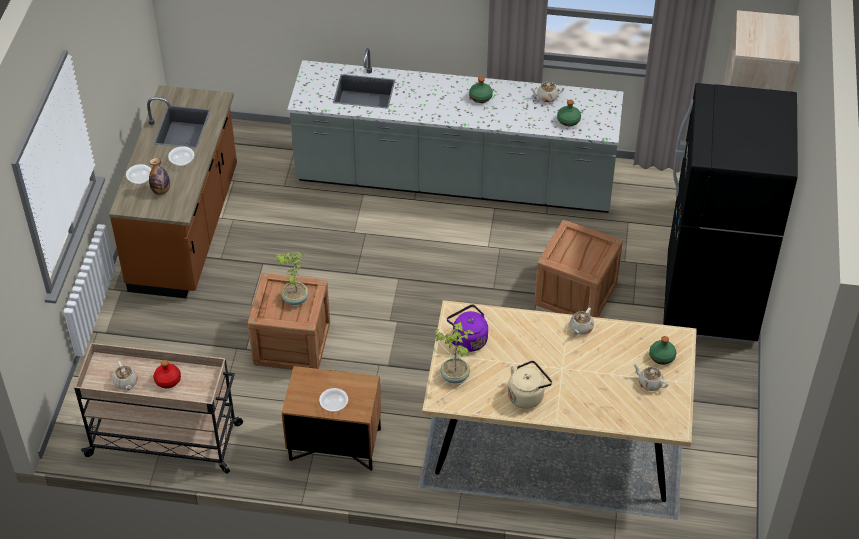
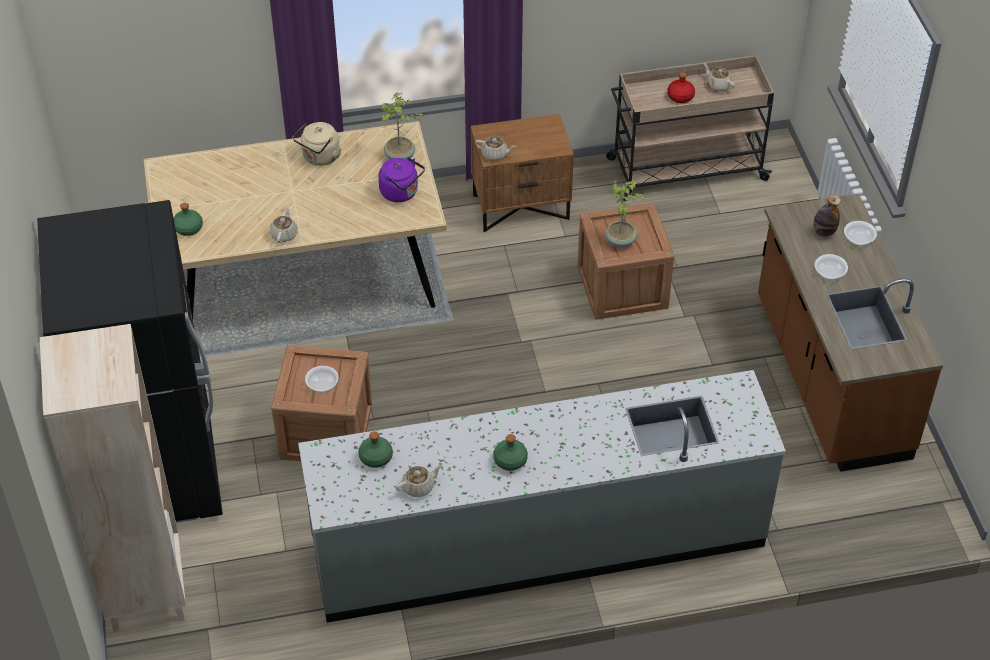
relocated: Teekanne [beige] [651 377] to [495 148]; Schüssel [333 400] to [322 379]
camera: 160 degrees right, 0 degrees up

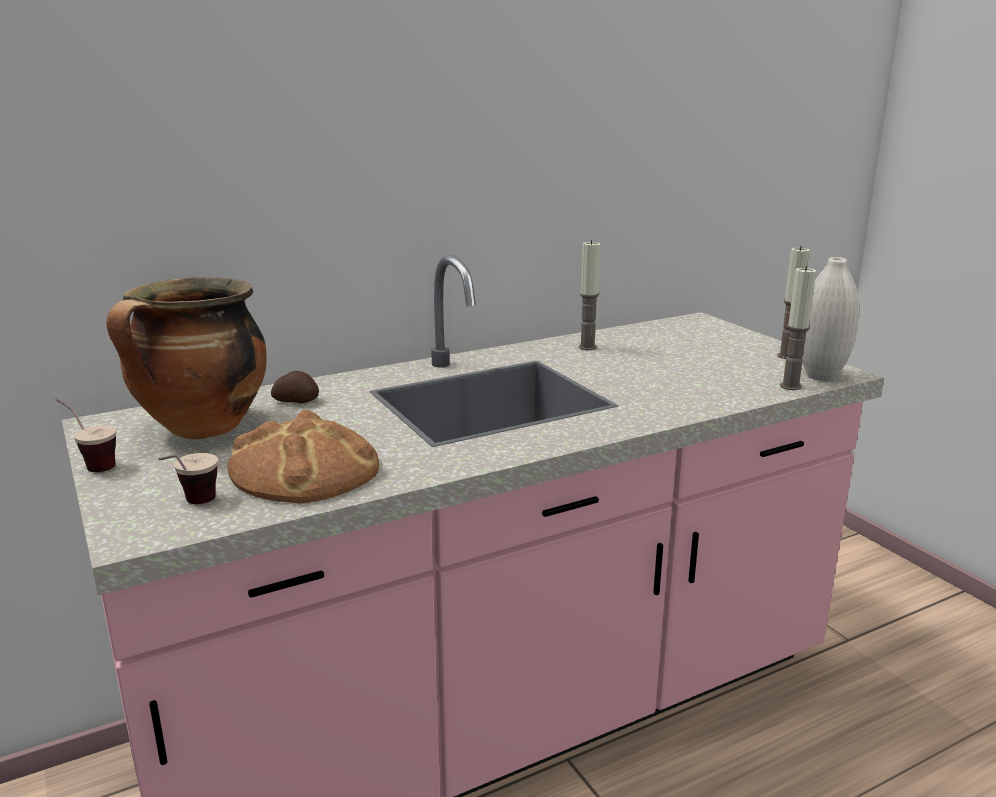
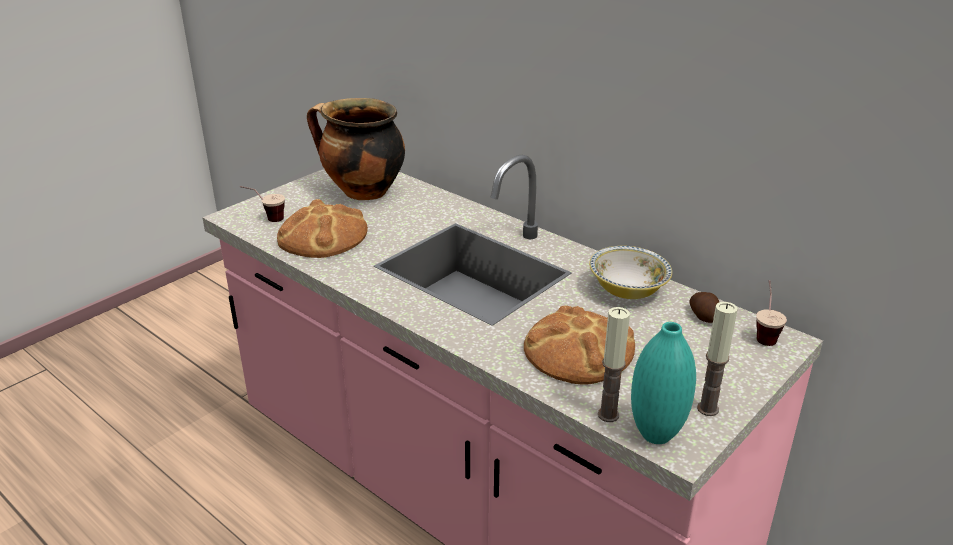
appeared: Brot [579 344]
relocated: Kartoffel [295 387] to [704 307]; Tasse [85 435] to [771 313]
exchanged: Kerze [589 295] to Schüssel [630 272]
colour: Vase [weiß] [830 319] to Vase [türkis] [663 383]
camera: 70 degrees right, 10 degrees up

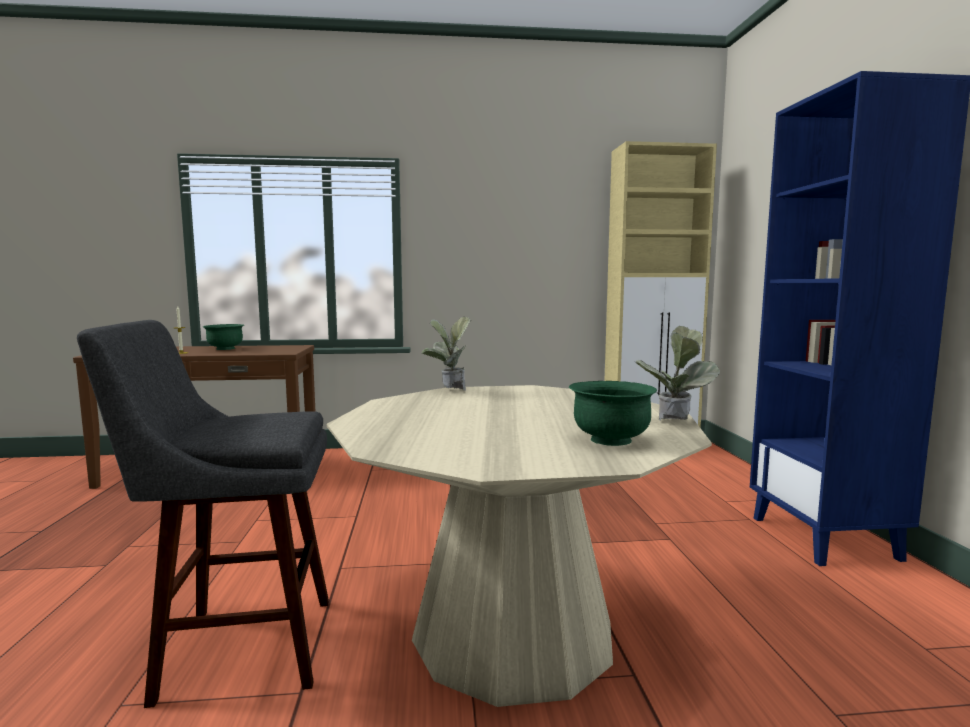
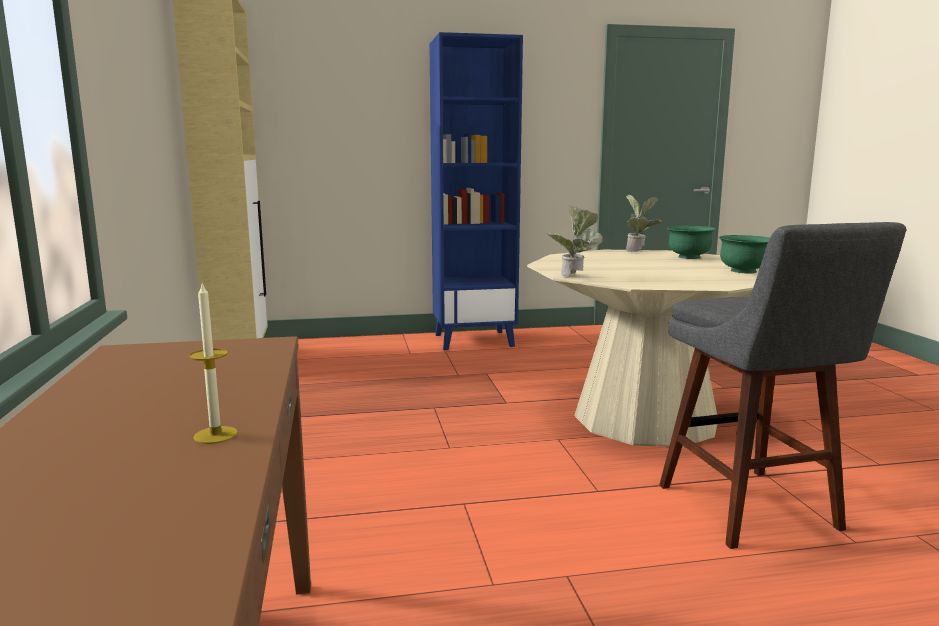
relocated: Schüssel [grün] [223 337] to [744 254]
camera: 95 degrees left, 5 degrees up

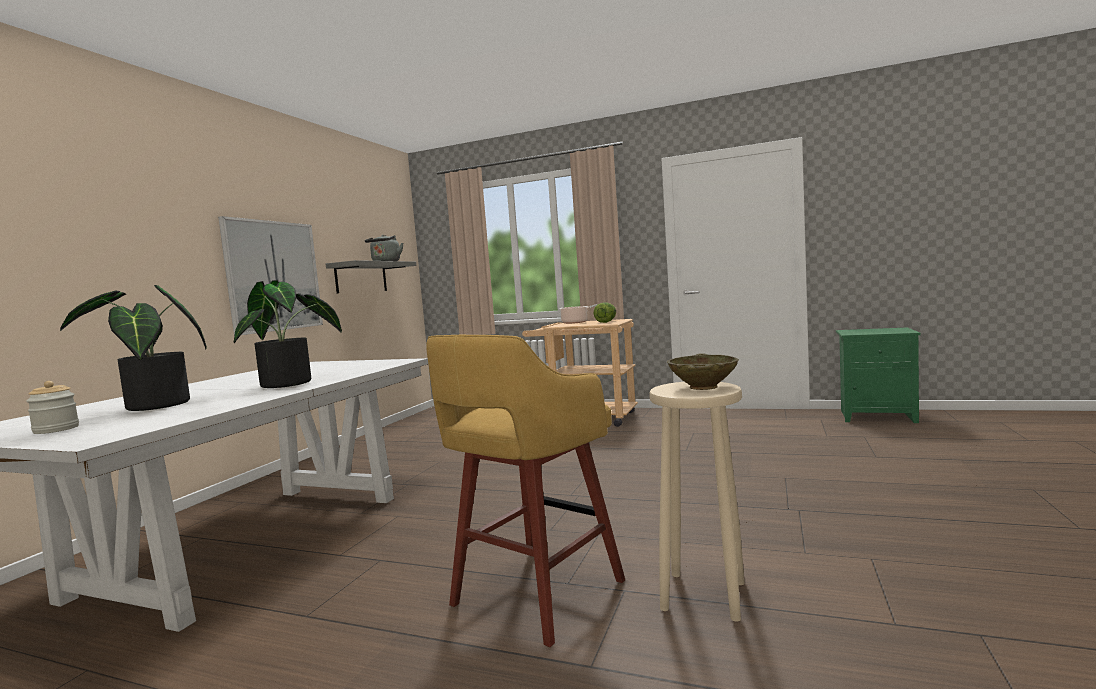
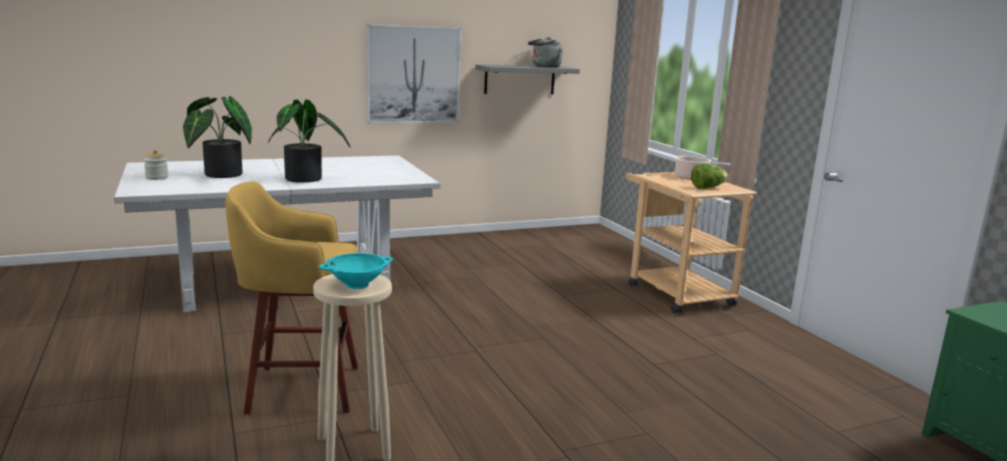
colour: Schüssel [beige] [703 371] to Schüssel [türkis] [356 271]
camera: 45 degrees right, 10 degrees up

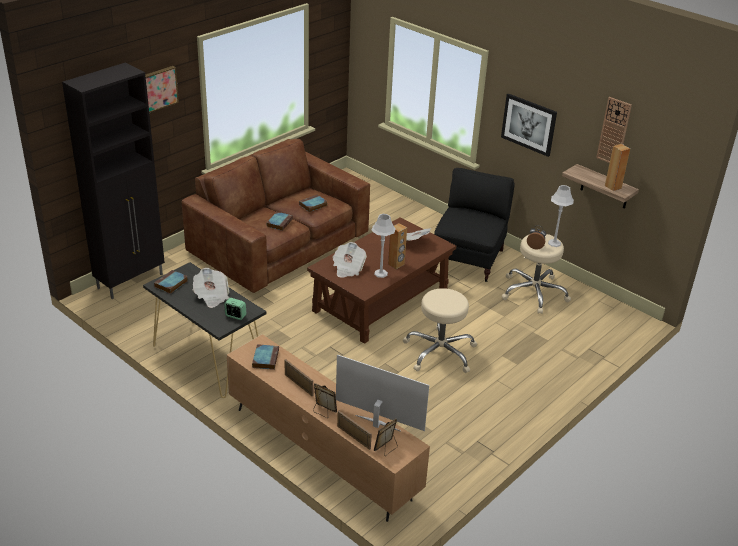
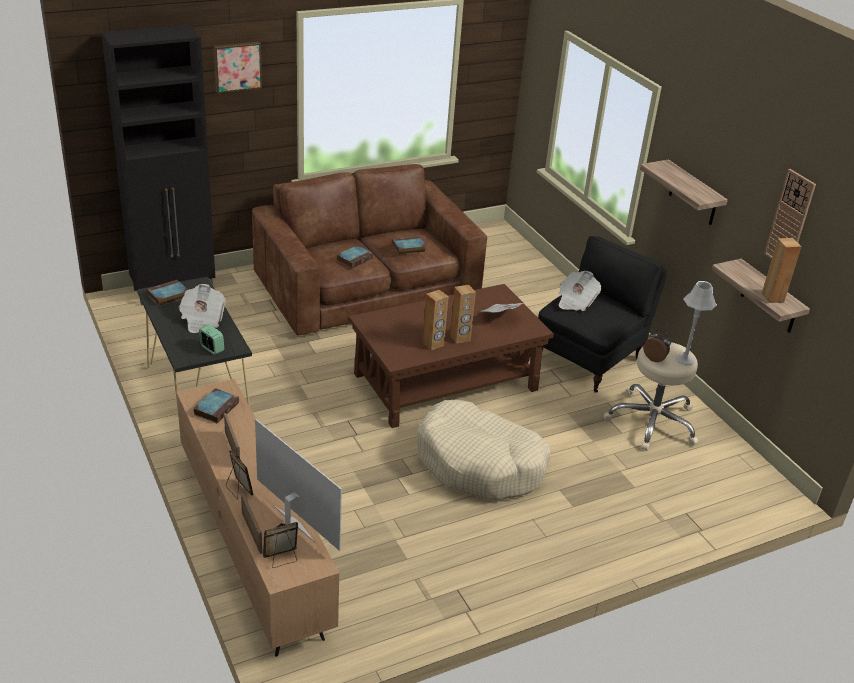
relocated: Zeitung [349 260] to [579 291]
exchanged: Bild [529 125] to Wandregal [684 192]; Tischlampe [grau] [383 246] to Lautsprecher [braun] [435 320]; Hocker [beige] [440 330] to Hundebett [beige] [484 450]
camera: 20 degrees right, 0 degrees up

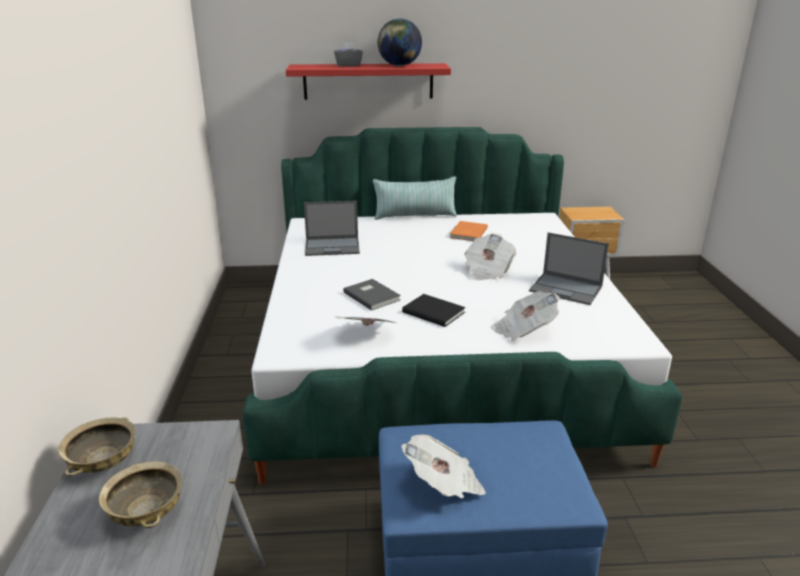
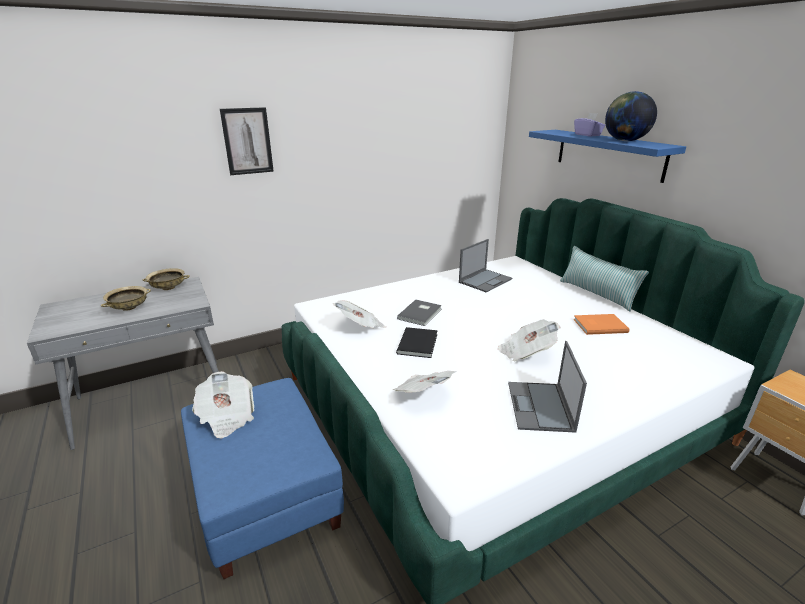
appeared: Bild [247 141]
colour: Taschentuchbox [grau] [348 54] to Taschentuchbox [lila] [589 124]; Wandregal [rot] [368 81] to Wandregal [blau] [607 156]
spun: Laptop [332 228] = [485 265] 105 degrees counterclockwise
camera: 65 degrees right, 0 degrees up

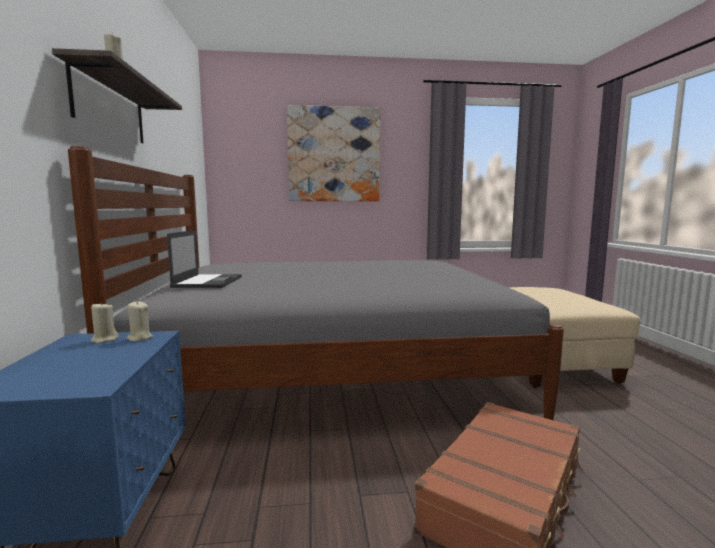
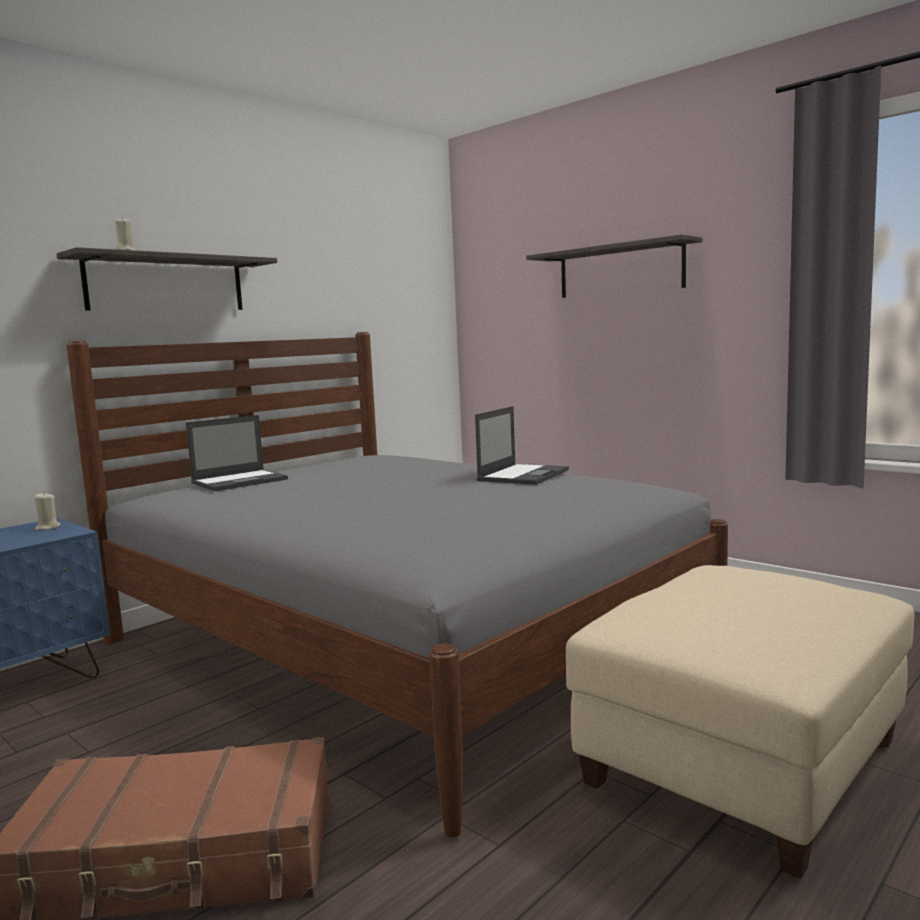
missing: Kerze [beige] [139 321]
appeared: Laptop [522 445]
exchanged: Bild [333 153] to Wandregal [614 266]
camera: 50 degrees right, 0 degrees up

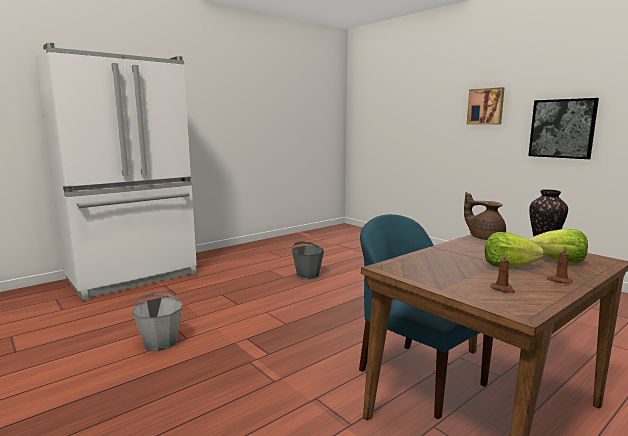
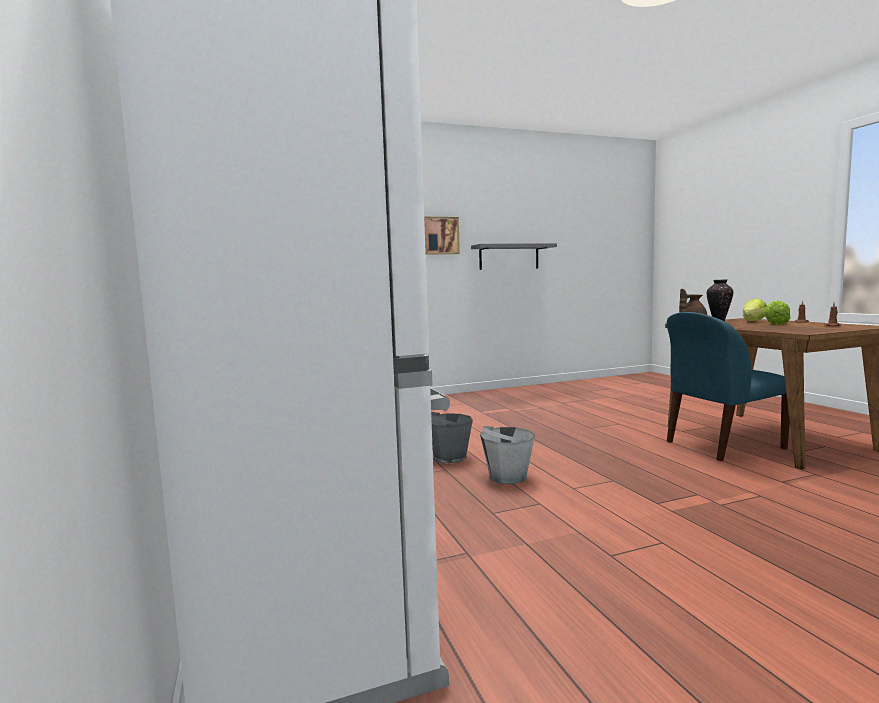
relocated: Eimer [grau] [157 321] to [507 455]
exchanged: Bild [563 128] to Wandregal [grau] [514 256]
camera: 70 degrees left, 5 degrees down

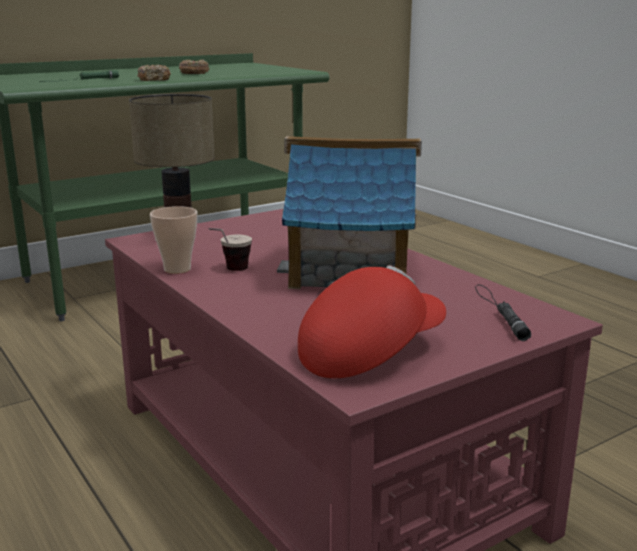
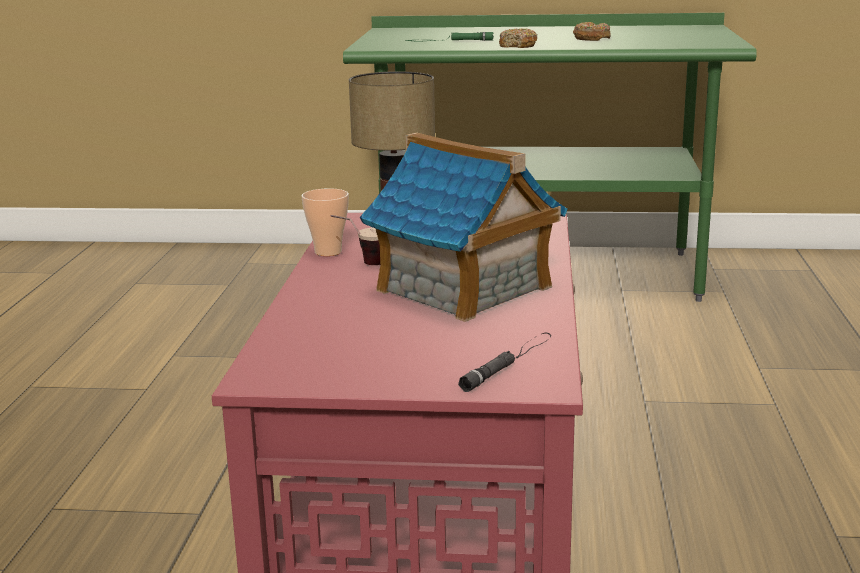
missing: Kappe [rot] [372 321]
camera: 40 degrees right, 0 degrees up

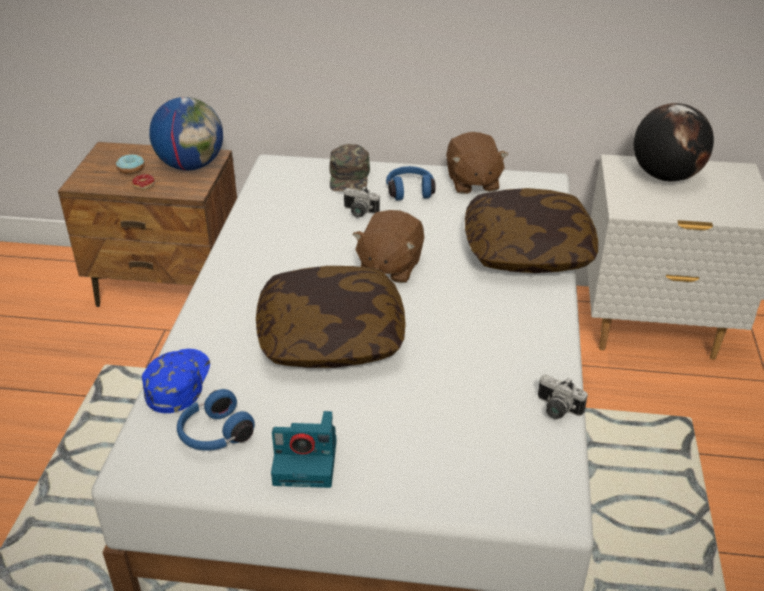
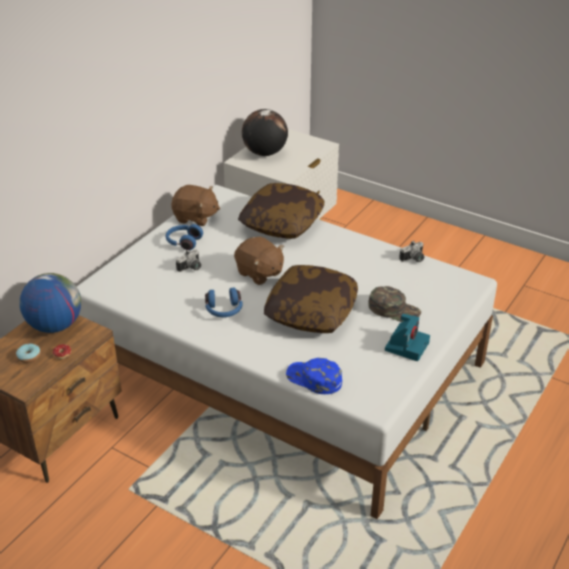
relocated: Kappe [grün] [349 167] to [394 304]; Kopfhörer [blau] [216 420] to [224 302]
camera: 65 degrees left, 0 degrees up

